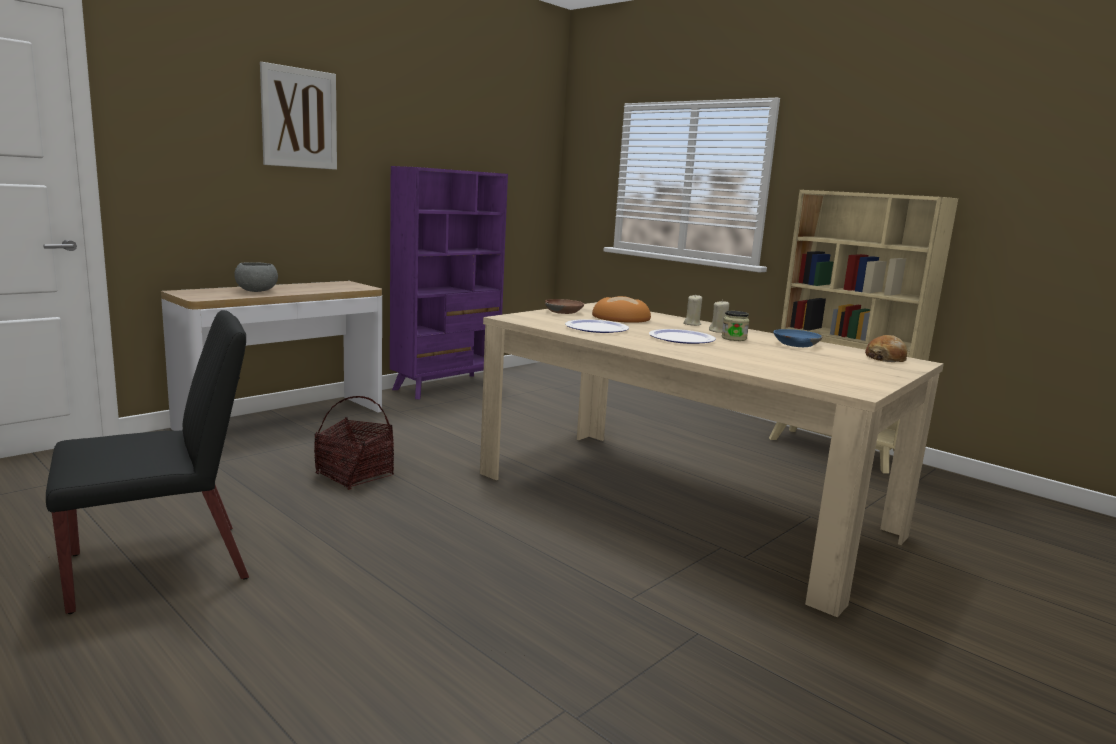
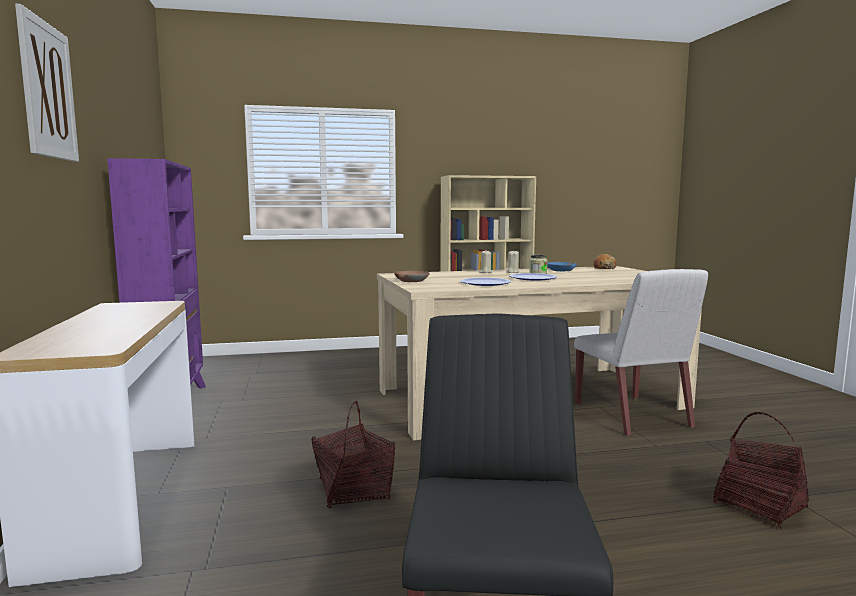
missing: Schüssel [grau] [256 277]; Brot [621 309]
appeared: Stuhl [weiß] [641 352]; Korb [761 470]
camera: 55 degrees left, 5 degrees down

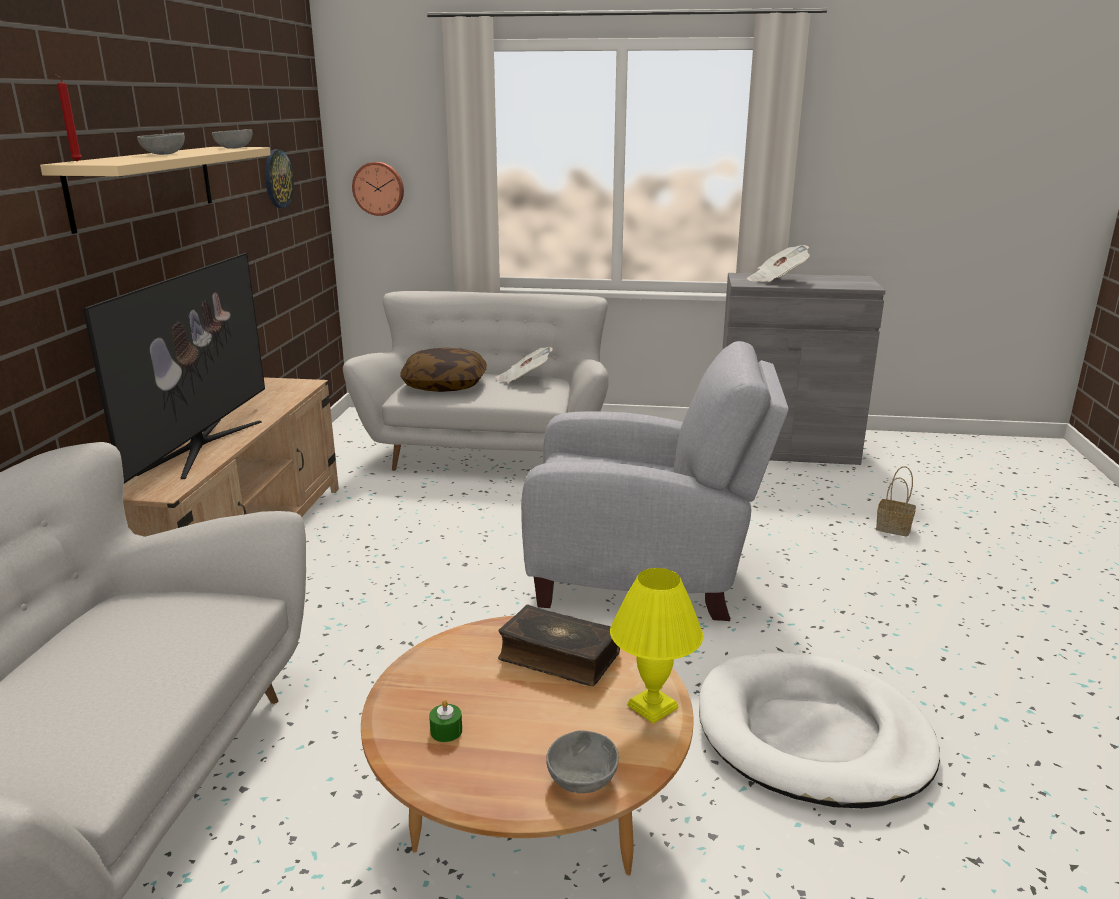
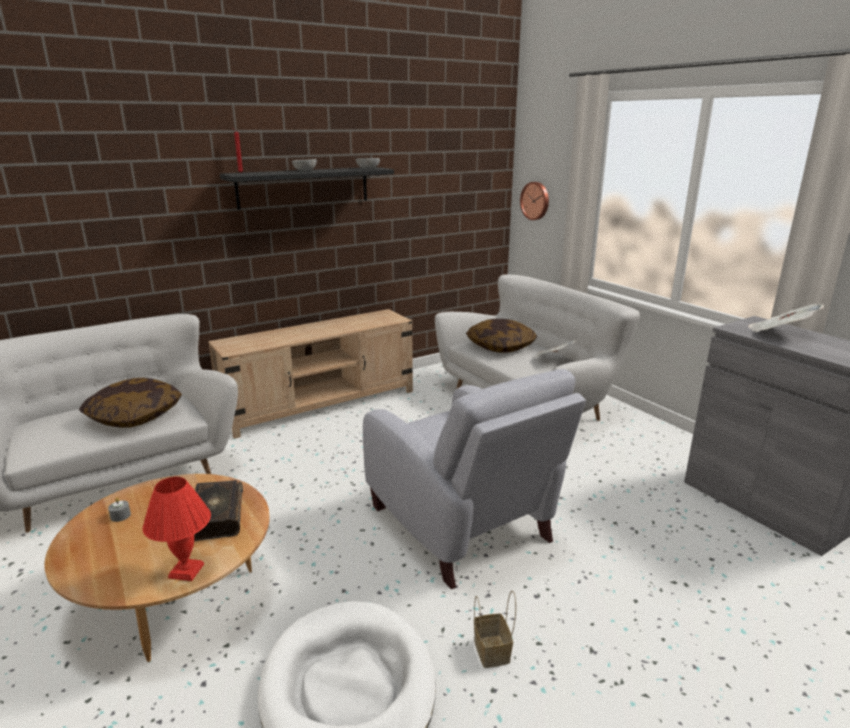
missing: Wanduhr [279 178]; Fernseher [174 368]; Schüssel [grau] [582 761]
appeared: Kissen [130 403]
relocated: Korb [896 501] to [495 629]
colour: Wandregal [beige] [155 190] to Wandregal [schwarz] [307 188]; Tischlampe [gelb] [656 646] to Tischlampe [rot] [177 529]; Kerze [grün] [445 721] to Kerze [grau] [119 509]
camera: 50 degrees right, 0 degrees up

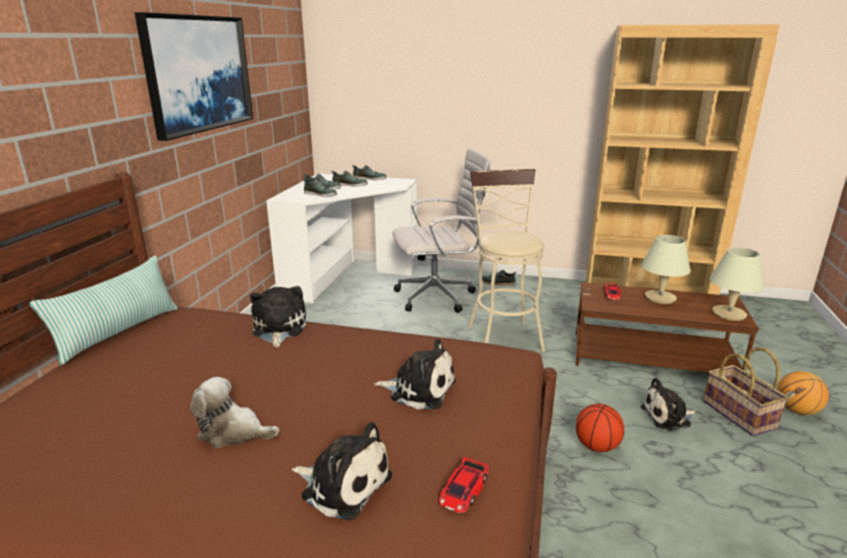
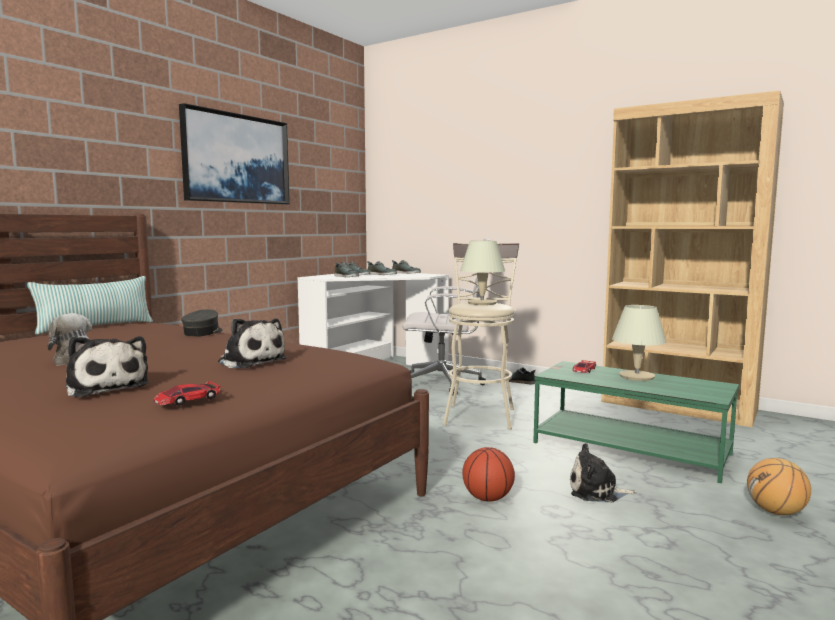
missing: Korb [745 391]
relocated: Tischlampe [beige] [737 284] to [482 273]
exchanged: Plüschtier [278 316] to Kappe [grau] [202 323]
colour: Couchtisch [braun] [667 327] to Couchtisch [grün] [636 422]
camera: 20 degrees right, 15 degrees down

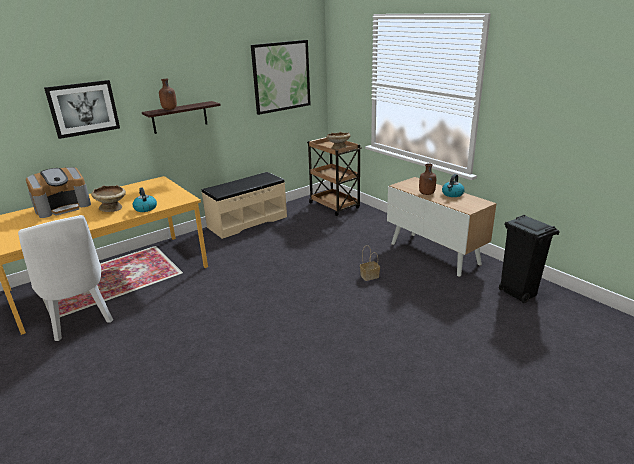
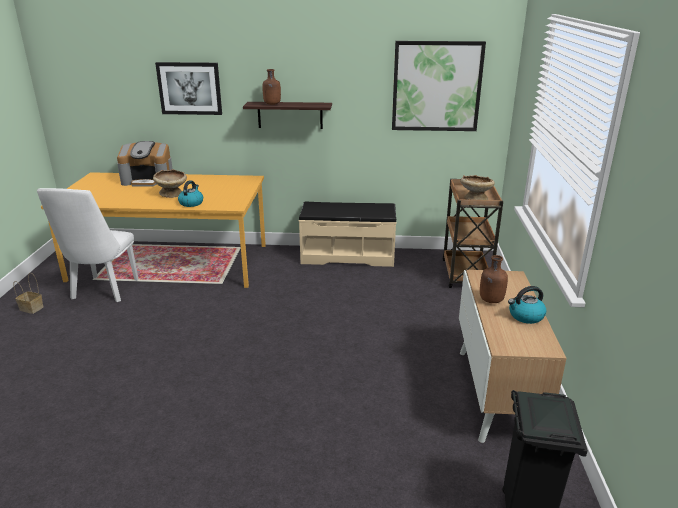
relocated: Korb [370 263] to [28 293]
camera: 40 degrees right, 0 degrees up

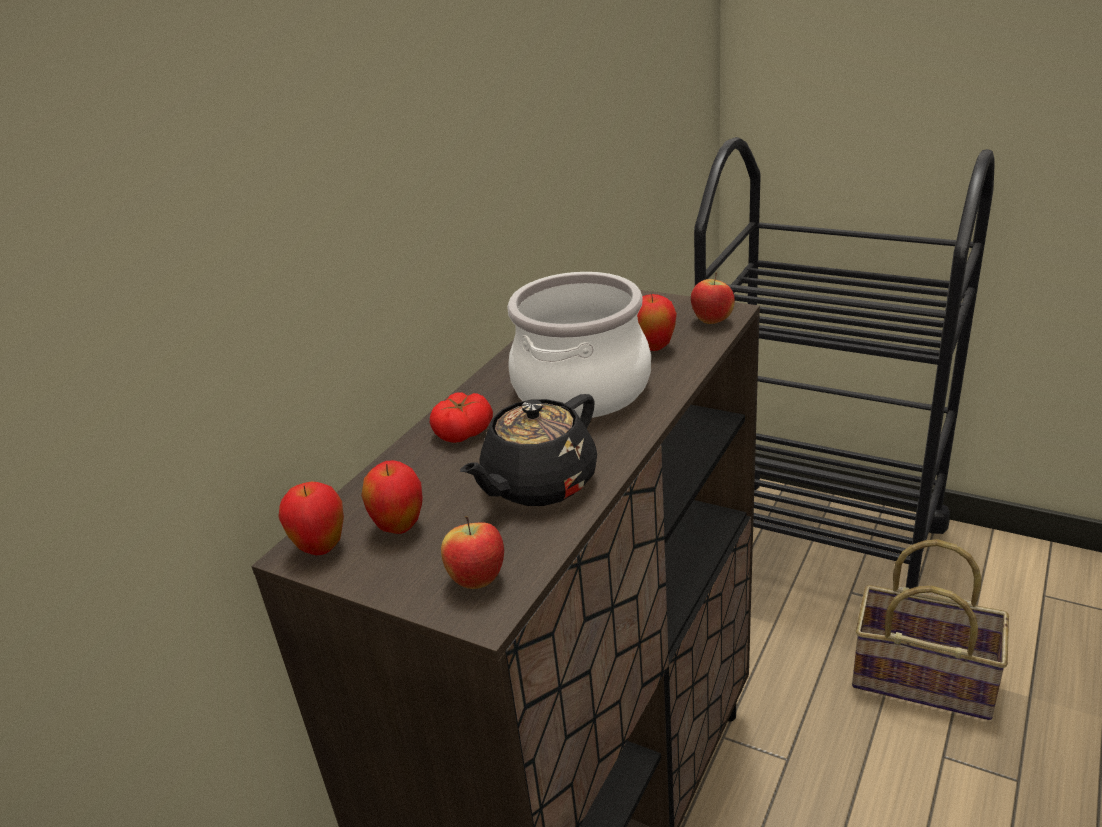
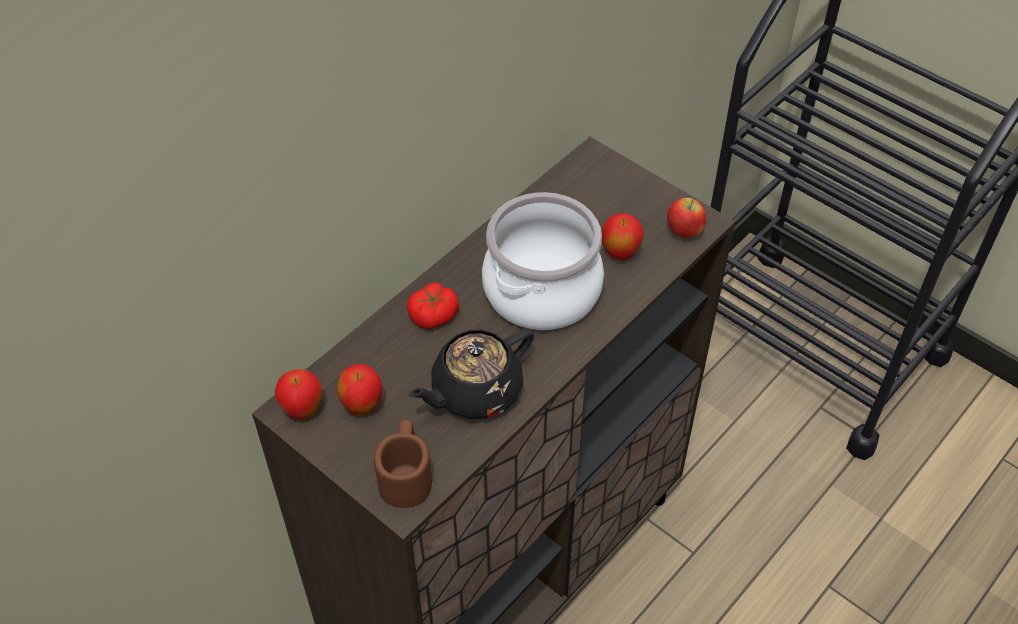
missing: Korb [930 629]
exchanged: Apfel [472 552] to Henkelbecher [braun] [403 464]
camera: 10 degrees right, 20 degrees up

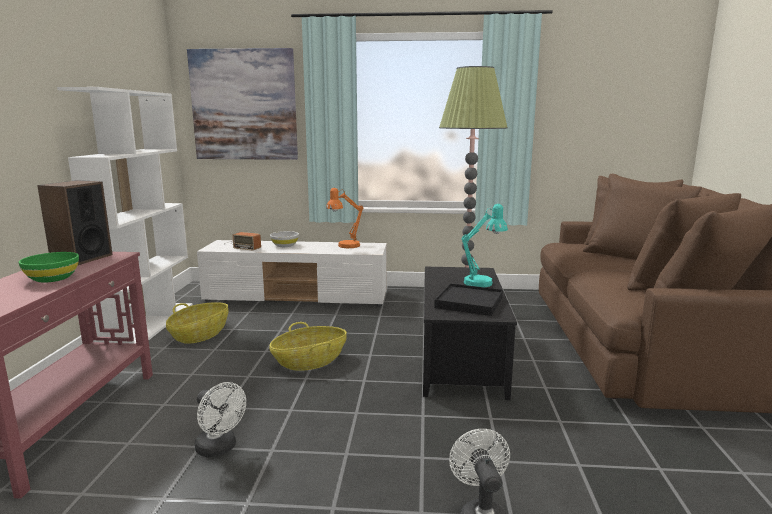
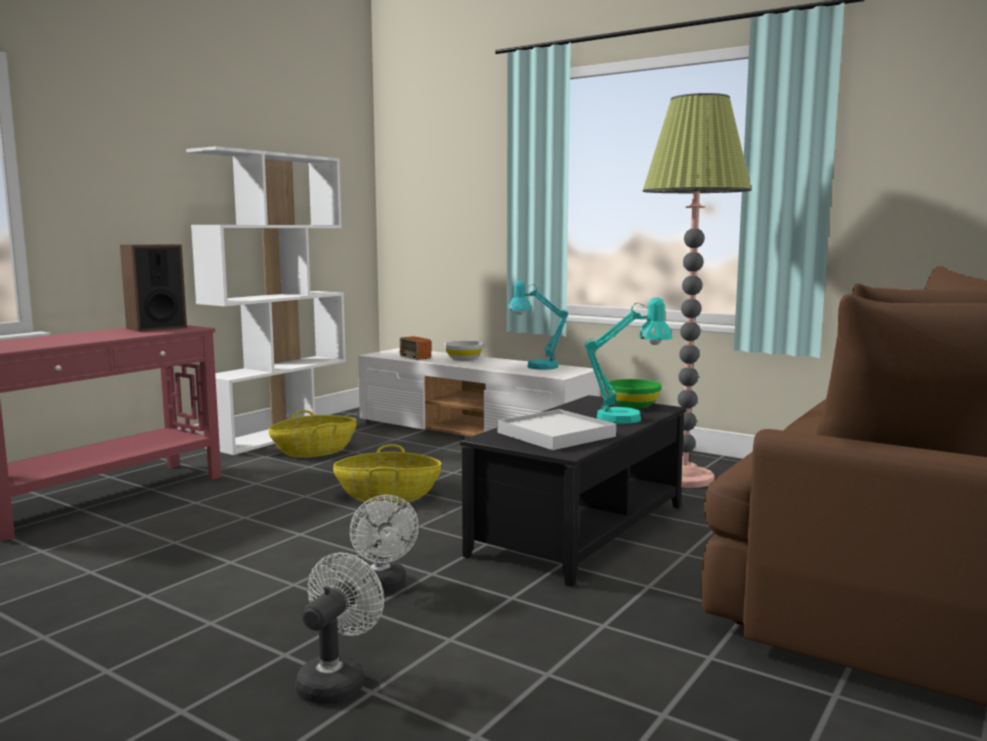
missing: Bild [242 104]
relocated: Schüssel [grün] [49 267] to [634 394]; Ventilator [weiß] [220 419] to [384 543]
colour: Tischlampe [orange] [344 218] to Tischlampe [türkis] [538 325]; Tablett [schwarz] [468 299] to Tablett [weiß] [557 429]
camera: 30 degrees right, 5 degrees down

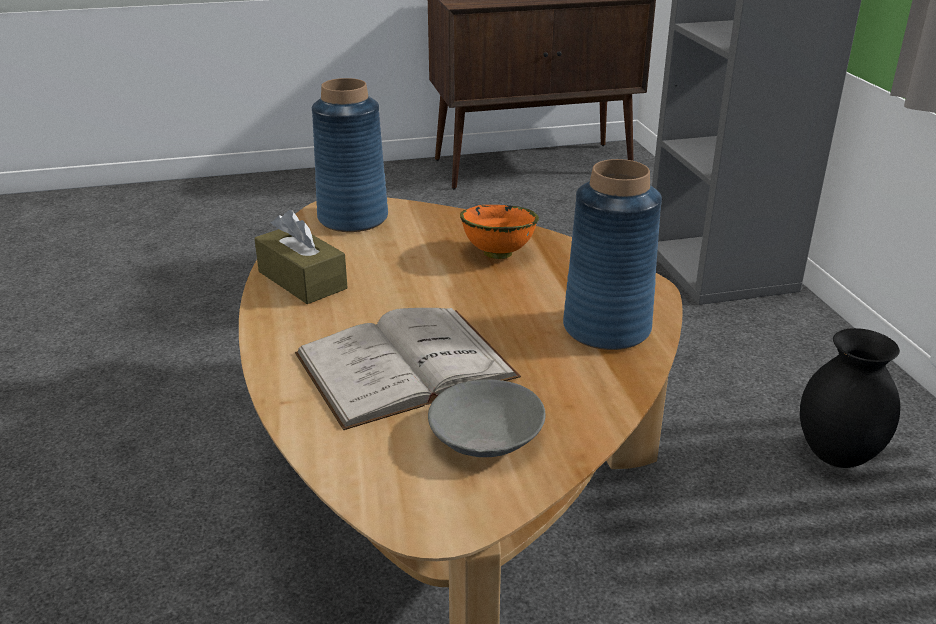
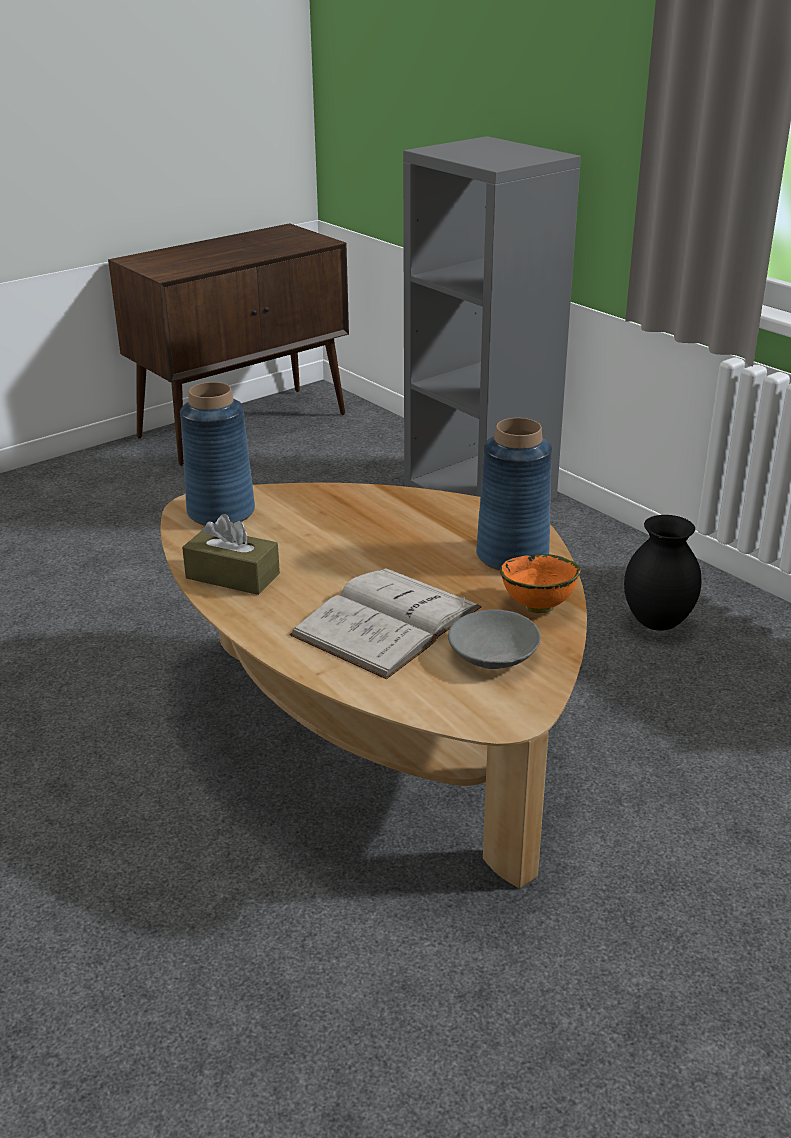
relocated: Schüssel [orange] [499 232] to [540 583]
camera: 25 degrees left, 0 degrees up

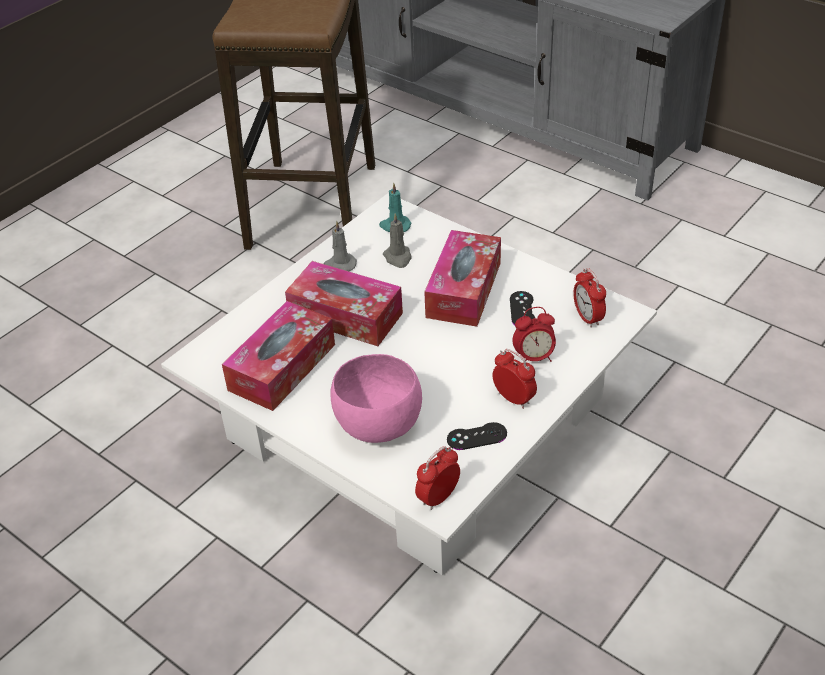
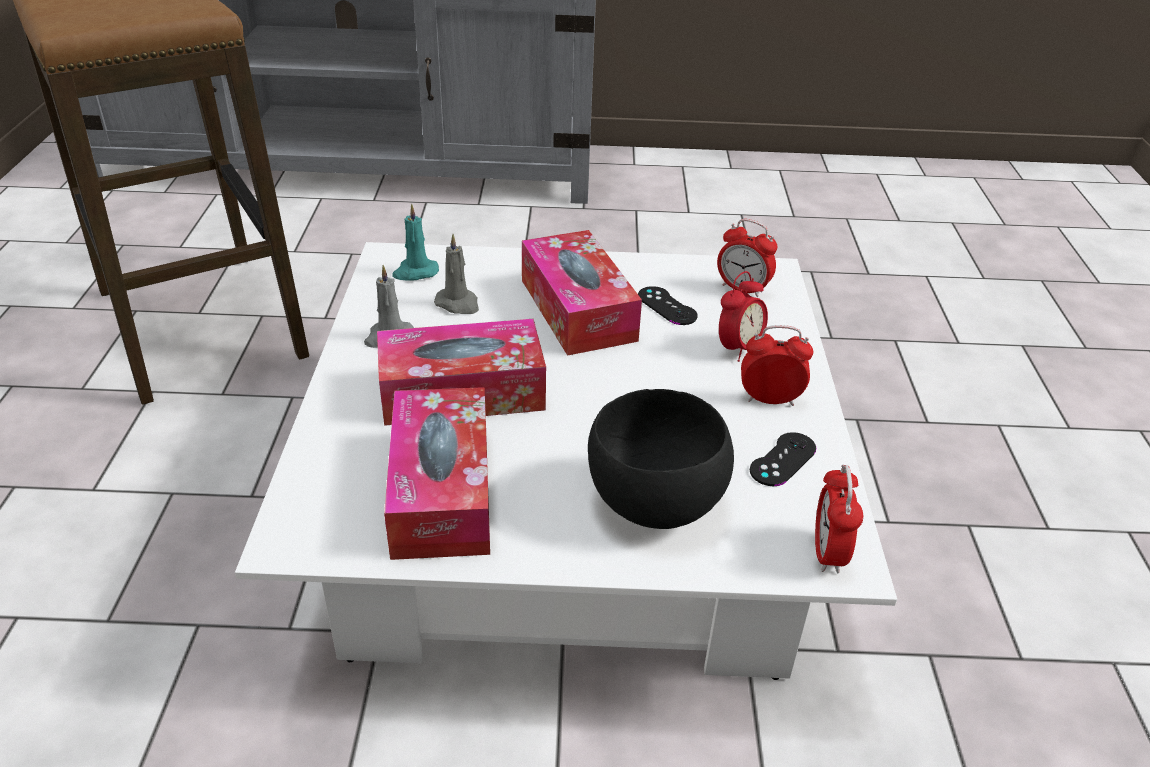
colour: Schüssel [rosa] [376 398] to Schüssel [schwarz] [661 459]
camera: 40 degrees left, 5 degrees down

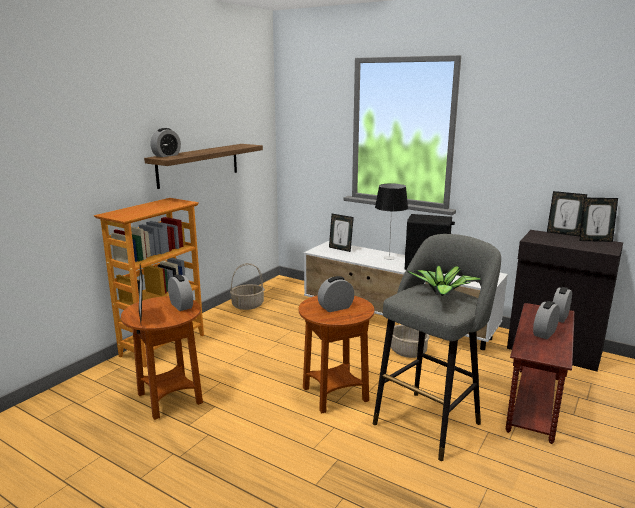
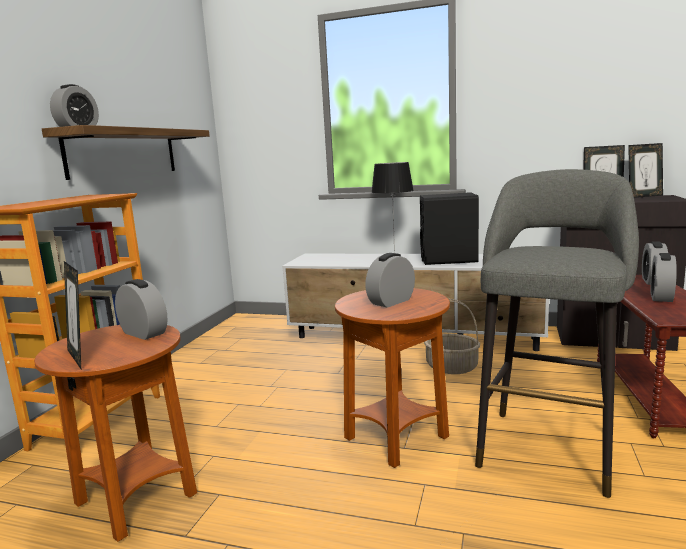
missing: Bilderrahmen [341 233]; Korb [247 286]; Topfpflanze [444 280]
camera: 15 degrees left, 5 degrees down

